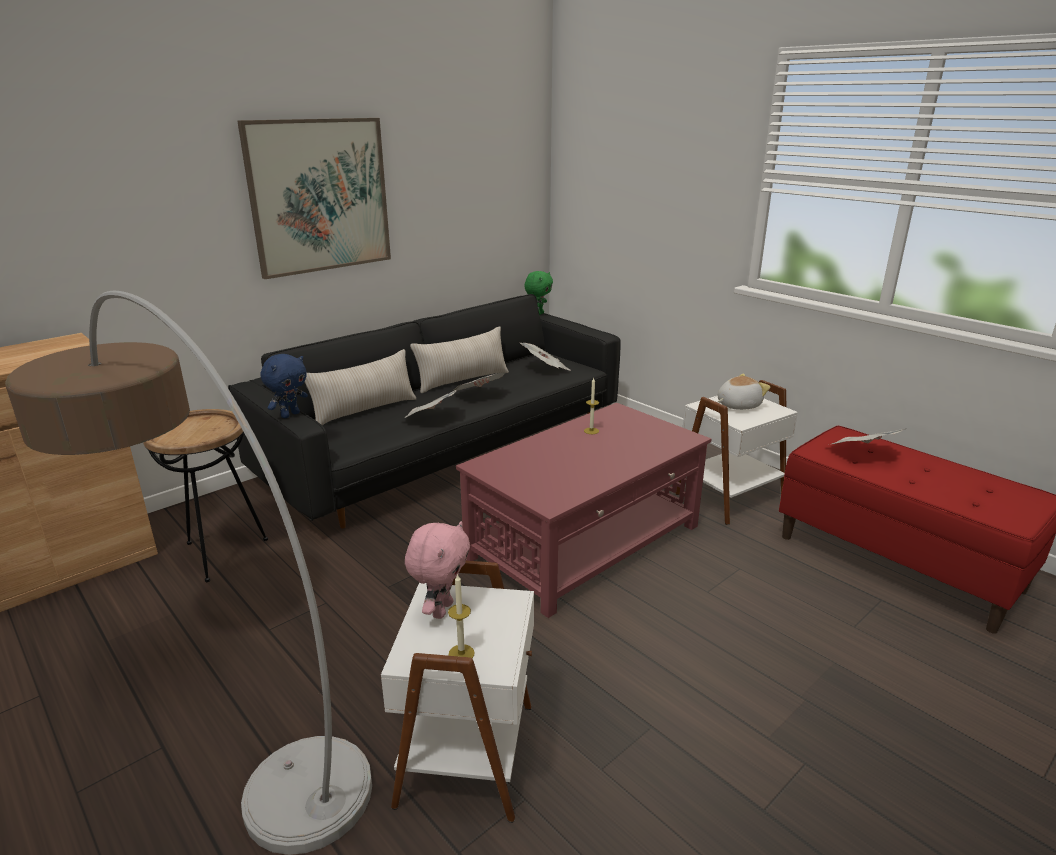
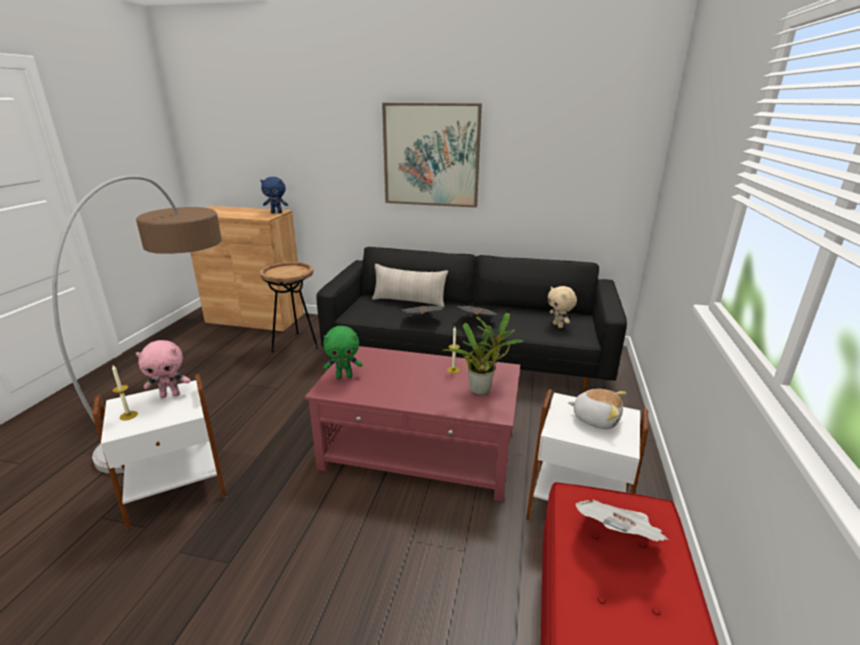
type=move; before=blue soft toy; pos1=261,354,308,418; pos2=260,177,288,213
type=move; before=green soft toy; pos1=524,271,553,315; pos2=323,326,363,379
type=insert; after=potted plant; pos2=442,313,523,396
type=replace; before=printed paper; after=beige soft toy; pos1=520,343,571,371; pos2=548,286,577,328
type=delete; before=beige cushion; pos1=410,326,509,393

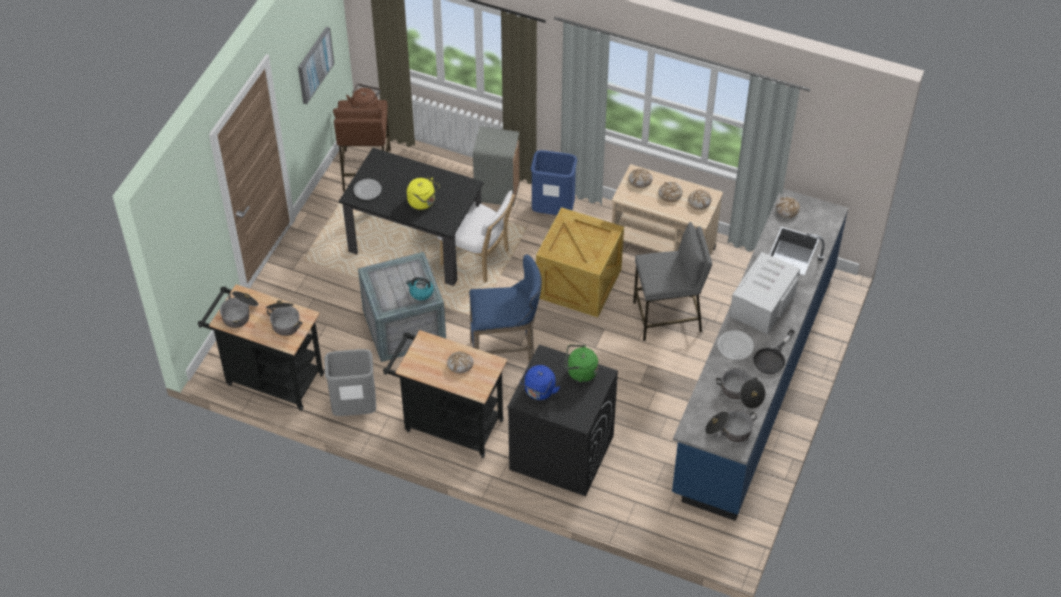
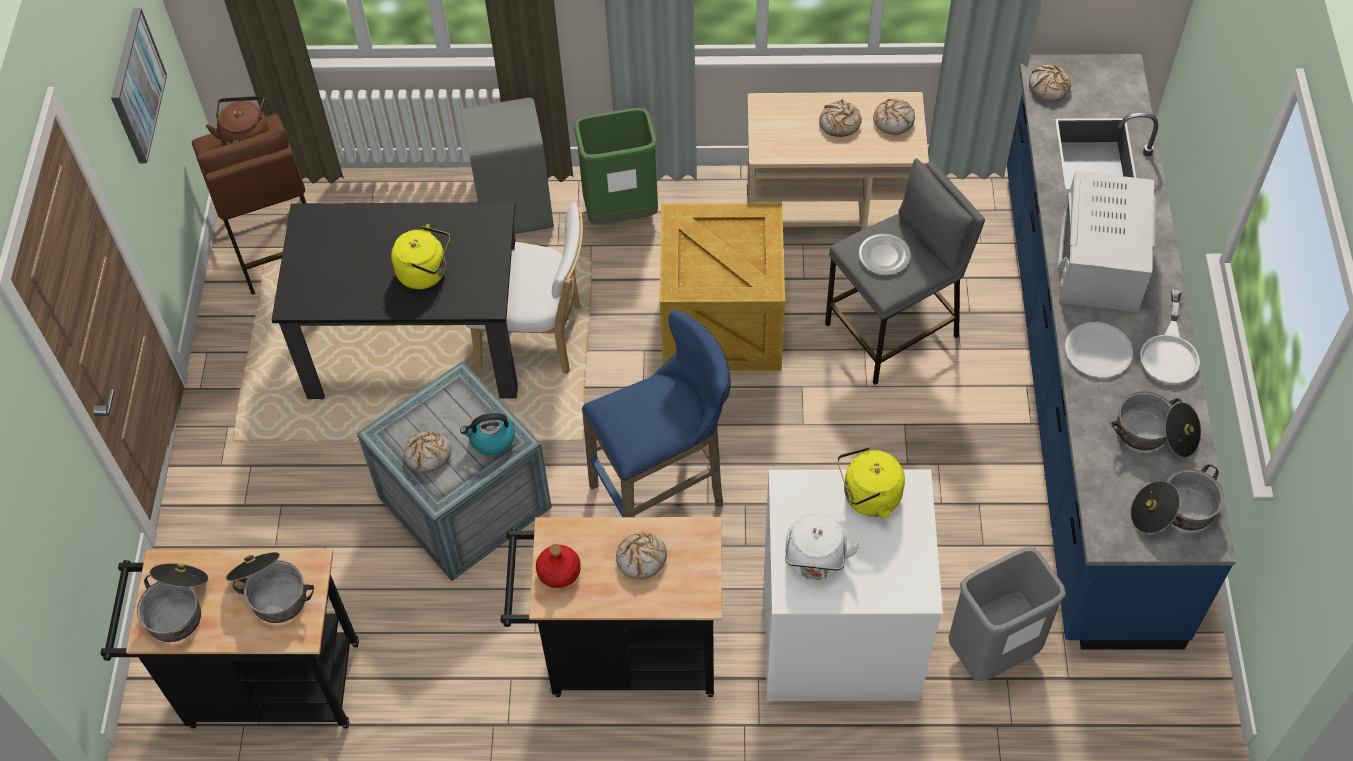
type=move; before=bread; pos1=628,168,653,188; pos2=404,431,451,473
type=insert; after=red drink bottle; pos2=536,544,581,588
type=recolor; before=blue waste bin; after=green waste bin; pos1=531,150,577,215; pos2=574,108,658,225
type=recolor; before=black-coloured laundry appliance; after=whitish laundry appliance; pos1=507,345,618,496; pos2=764,469,943,701
type=recolor; before=blue tea kettle; after=whitish tea kettle; pos1=520,365,560,400; pos2=785,513,861,580
type=recolor; before=green tea kettle; after=yellowish tea kettle; pos1=564,345,598,382; pos2=837,447,905,518
type=move; before=plate; pos1=354,179,381,200; pos2=858,234,911,275
type=move; before=grey waste bin; pos1=324,349,376,416; pos2=948,547,1066,681
type=recolor; before=black-coloured skillet; after=whitish skillet; pos1=753,329,795,374; pos2=1140,290,1200,384

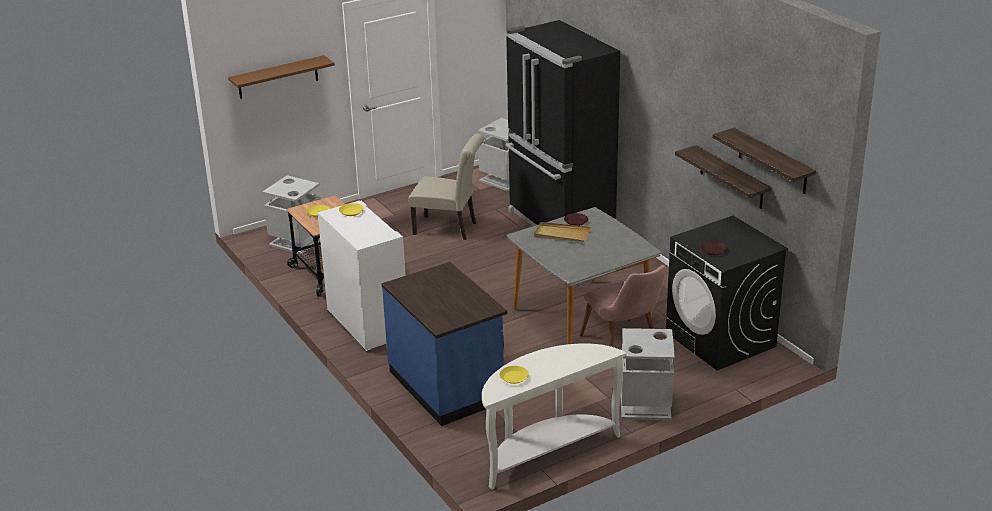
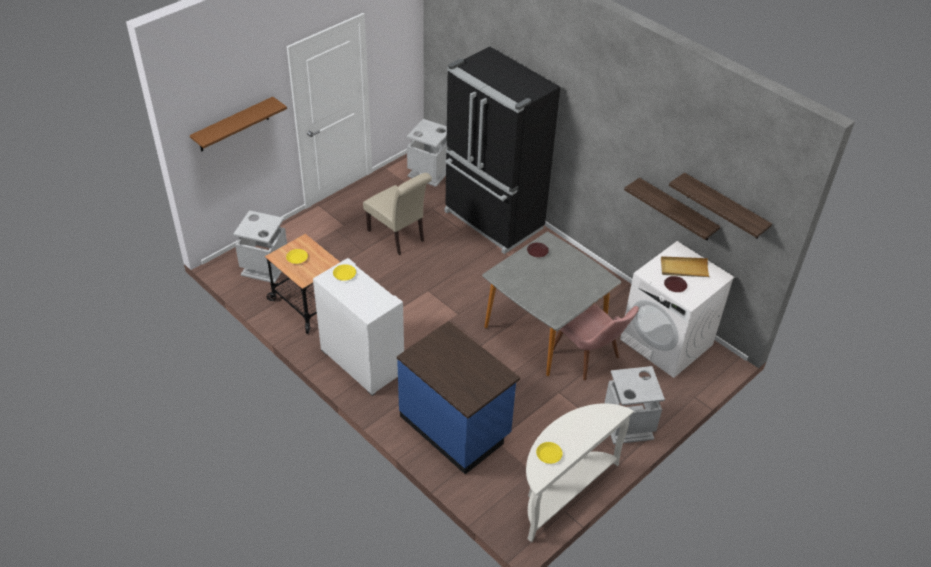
type=rotate; before=beige plain chair; pos1=408,134,484,240; pos2=363,173,432,255; turn=45
type=recolor; before=black-coloured laundry appliance; after=whitish laundry appliance; pos1=666,216,788,371; pos2=620,241,735,378
type=move; before=beige serving tray; pos1=534,222,591,242; pos2=661,256,710,277

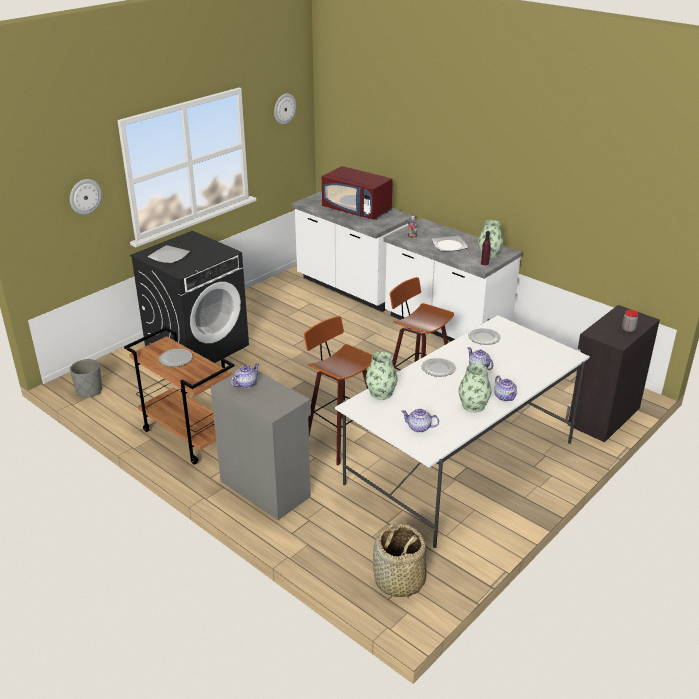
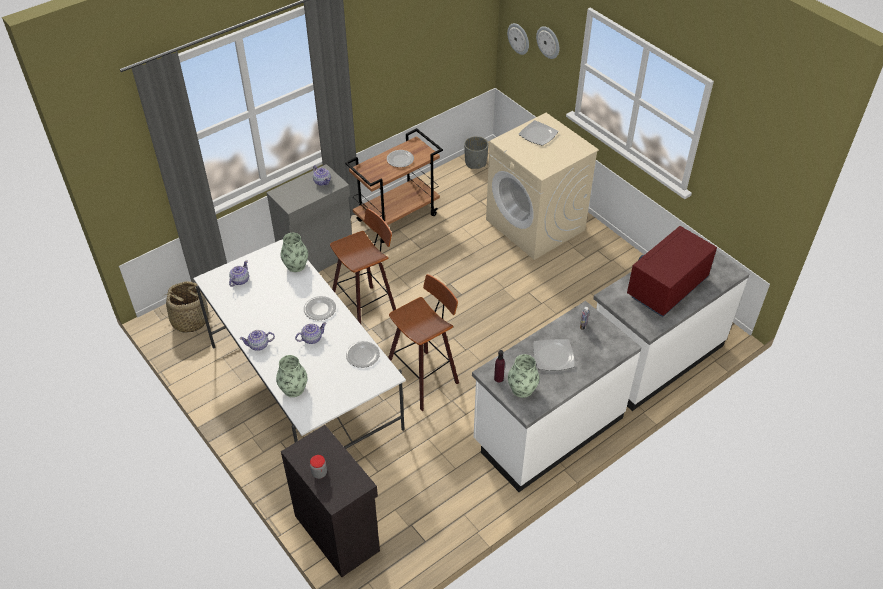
type=move; before=vase; pos1=459,364,491,412; pos2=276,355,307,397
type=recolor; before=black-coloured laundry appliance; after=beige laundry appliance; pos1=130,231,249,363; pos2=486,113,599,260
type=move; before=clock on the wall; pos1=274,94,296,125; pos2=507,23,529,55

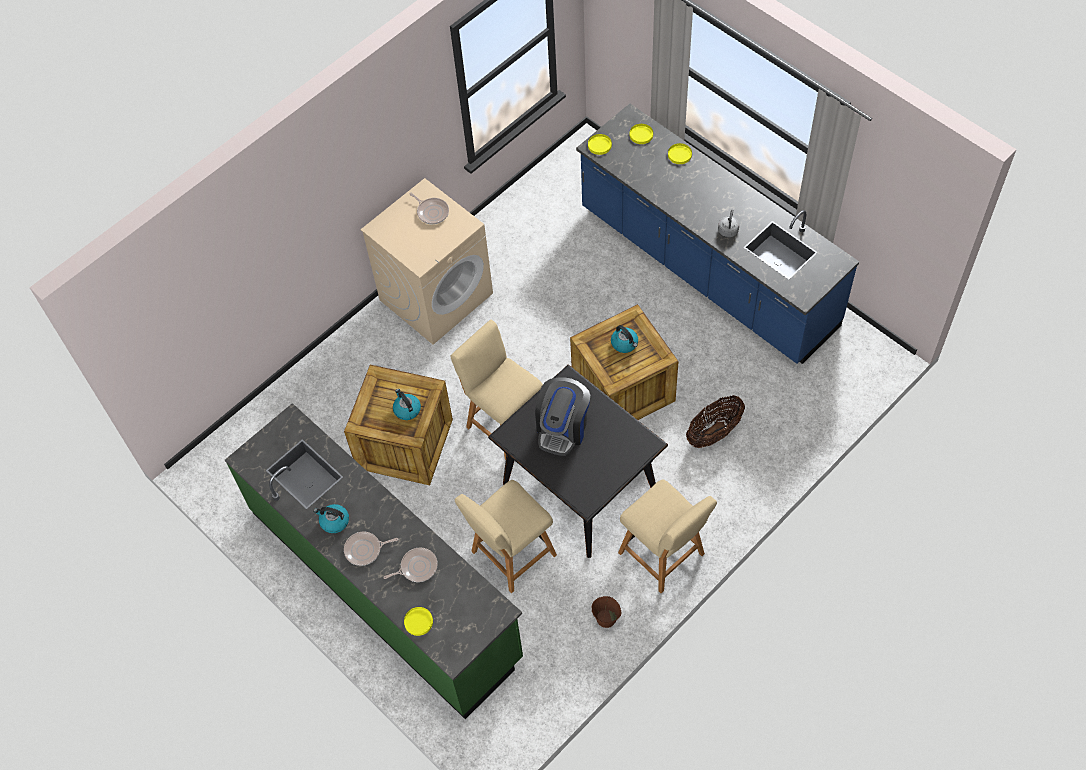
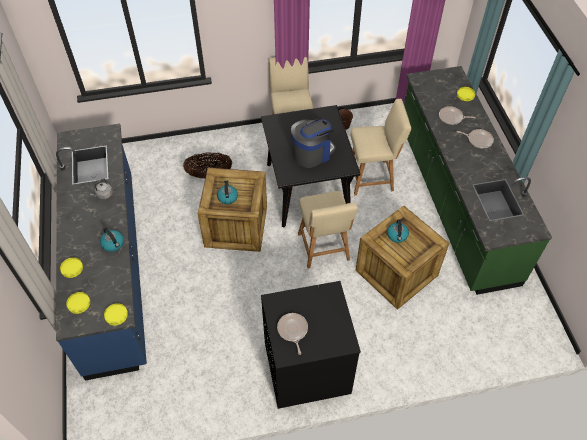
type=move; before=tea kettle; pos1=313,504,349,533; pos2=100,228,124,252
type=recolor; before=beige laundry appliance; after=black-coloured laundry appliance; pos1=360,178,493,345; pos2=261,281,361,409

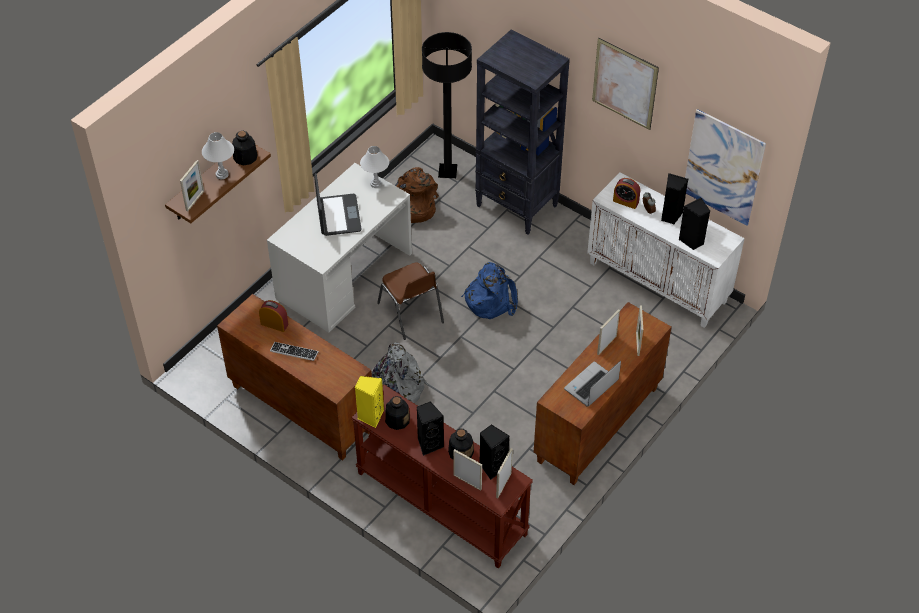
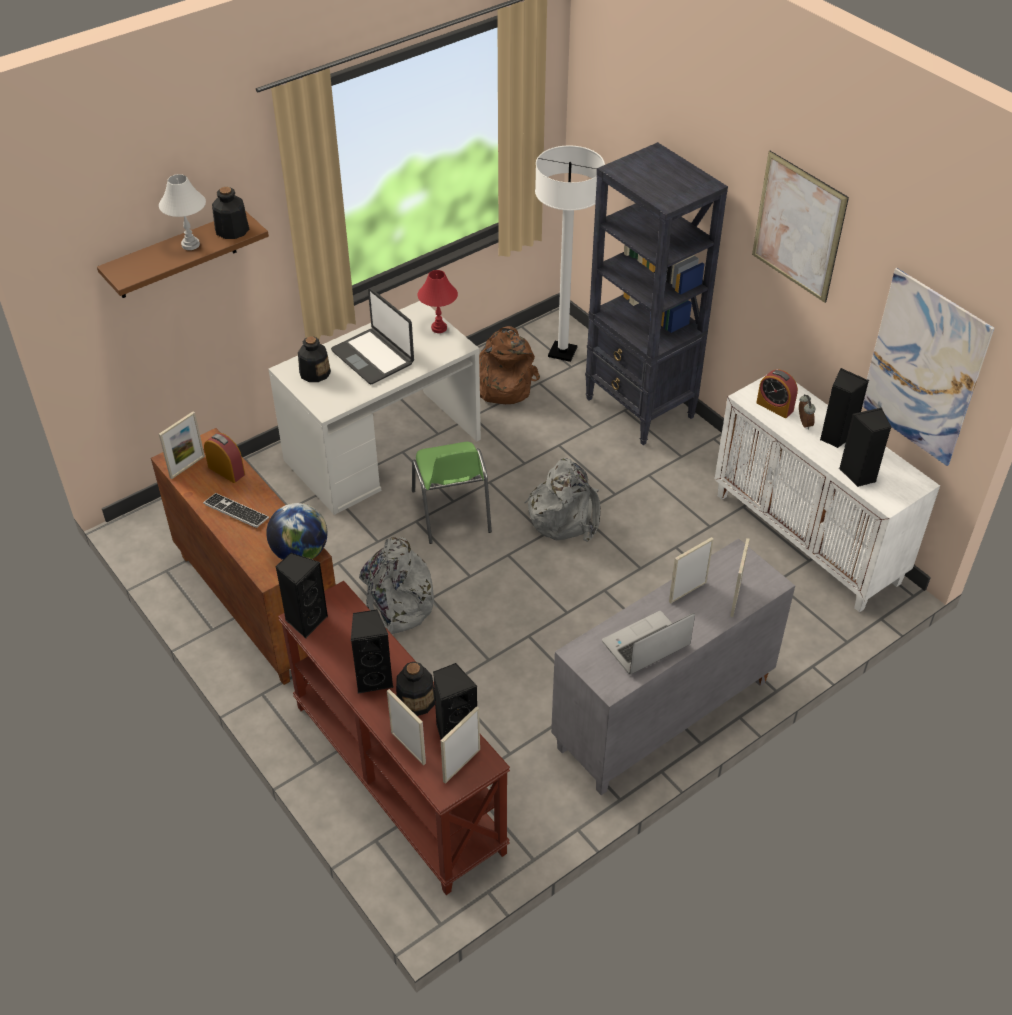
type=move; before=picture frame; pos1=180,160,204,212; pos2=159,411,205,479
type=insert; after=globe; pos2=266,503,328,560
type=recolor; before=yellowish audio speaker; after=black-coloured audio speaker; pos1=355,376,384,428; pos2=275,553,328,638
type=move; before=drink bottle; pos1=385,396,410,430; pos2=298,337,331,382
type=rotate; before=laptop; pos1=314,173,362,236; pos2=331,288,414,384; turn=135
type=recolor; before=brown plain chair; after=green plain chair; pos1=377,262,444,340; pos2=412,442,492,544
type=recolor; before=whitish lamp for a table; after=red lamp for a table; pos1=360,146,389,188; pos2=417,270,458,333
type=recolor; before=blue knapsack; after=grey knapsack; pos1=461,262,518,319; pos2=524,458,600,542
type=recolor; before=black-coloured standard lamp; after=whitish standard lamp; pos1=422,32,472,178; pos2=535,145,605,362
type=recolor; before=brown storage cabinet; after=grey storage cabinet; pos1=534,302,672,485; pos2=551,538,795,795

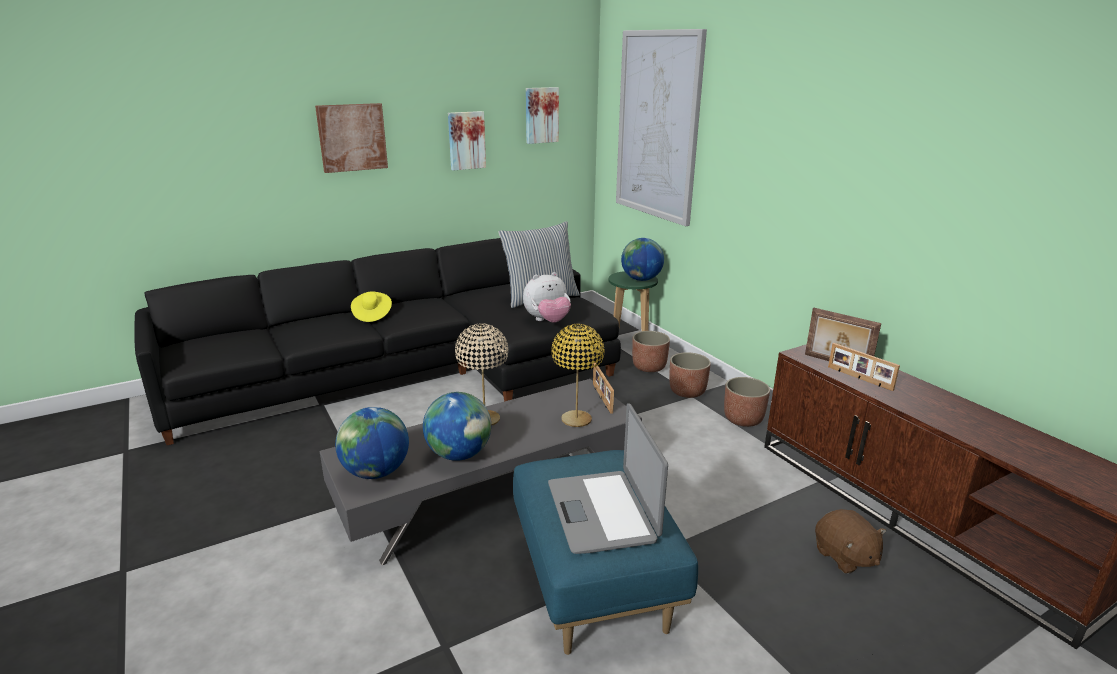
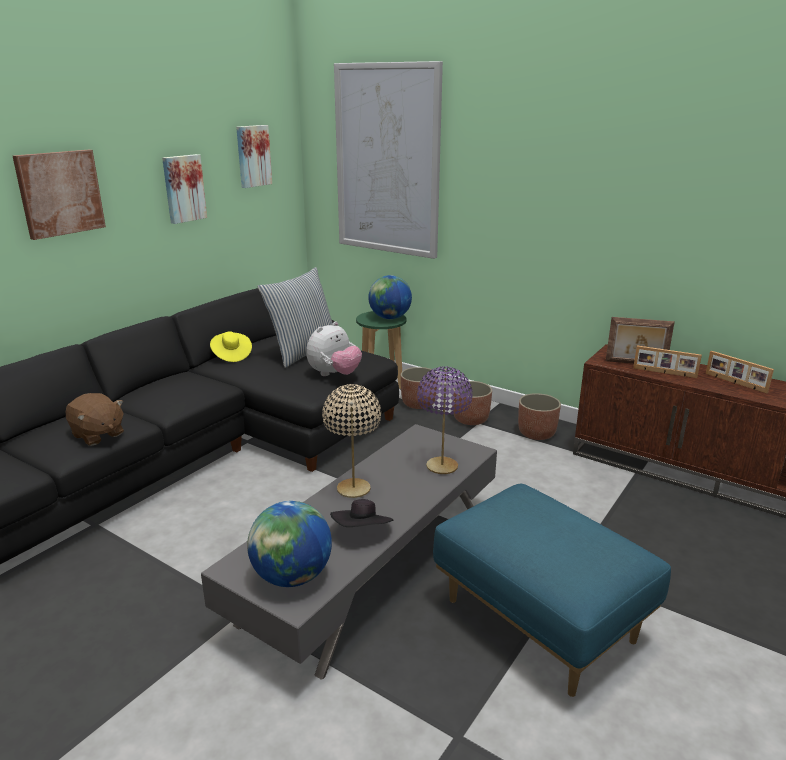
type=move; before=brown soft toy; pos1=815,509,886,574; pos2=66,393,124,446
type=move; before=yellowish wearable hat; pos1=351,291,392,322; pos2=210,331,252,362
type=replace; before=globe; after=black-coloured wearable hat; pos1=423,392,491,461; pos2=330,499,394,527
type=recolor; before=yellowish lamp for a table; after=purple lamp for a table; pos1=551,324,604,427; pos2=417,366,473,474
type=move; before=picture frame; pos1=593,363,614,414; pos2=706,351,774,394
type=delete; before=laptop; pos1=548,403,668,554

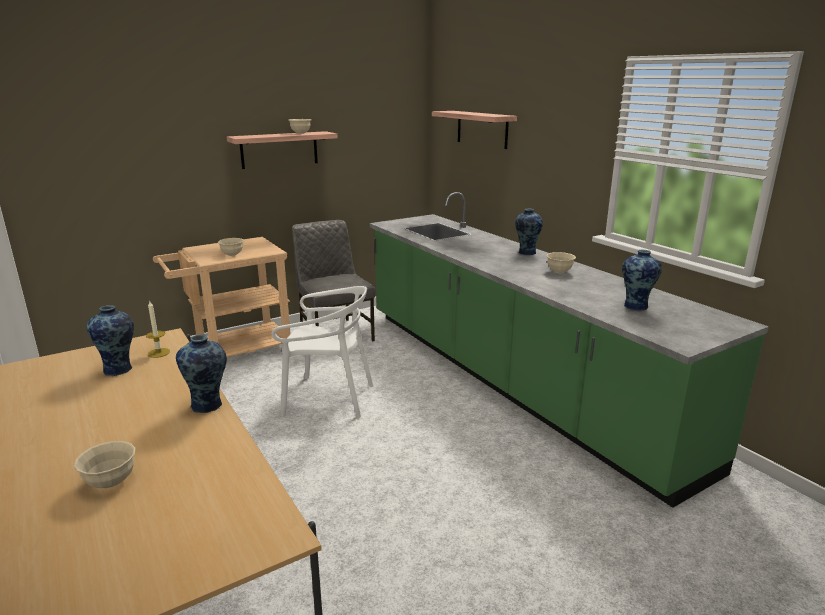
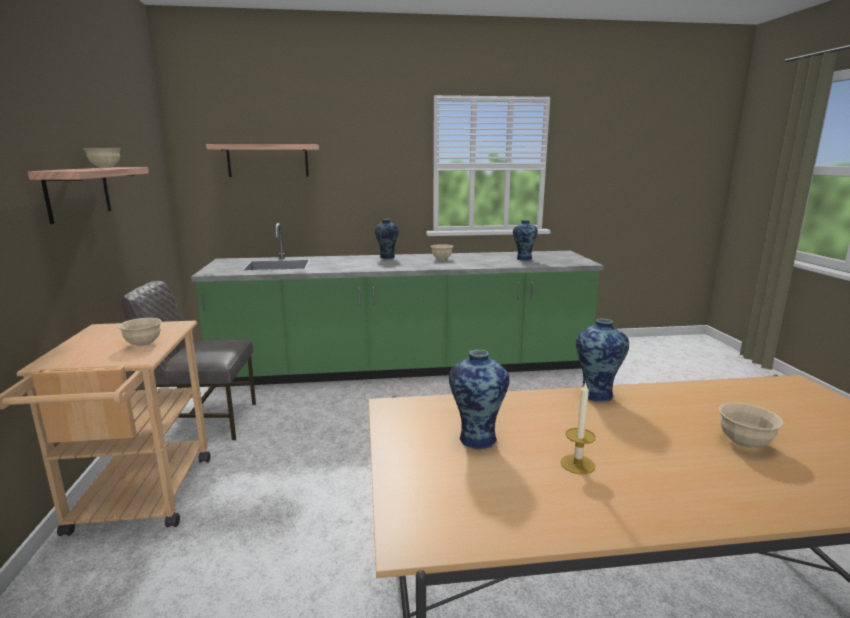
type=move; before=wax candle; pos1=146,300,170,358; pos2=560,382,596,474
type=delete; before=whitish plain chair; pos1=271,286,373,418

